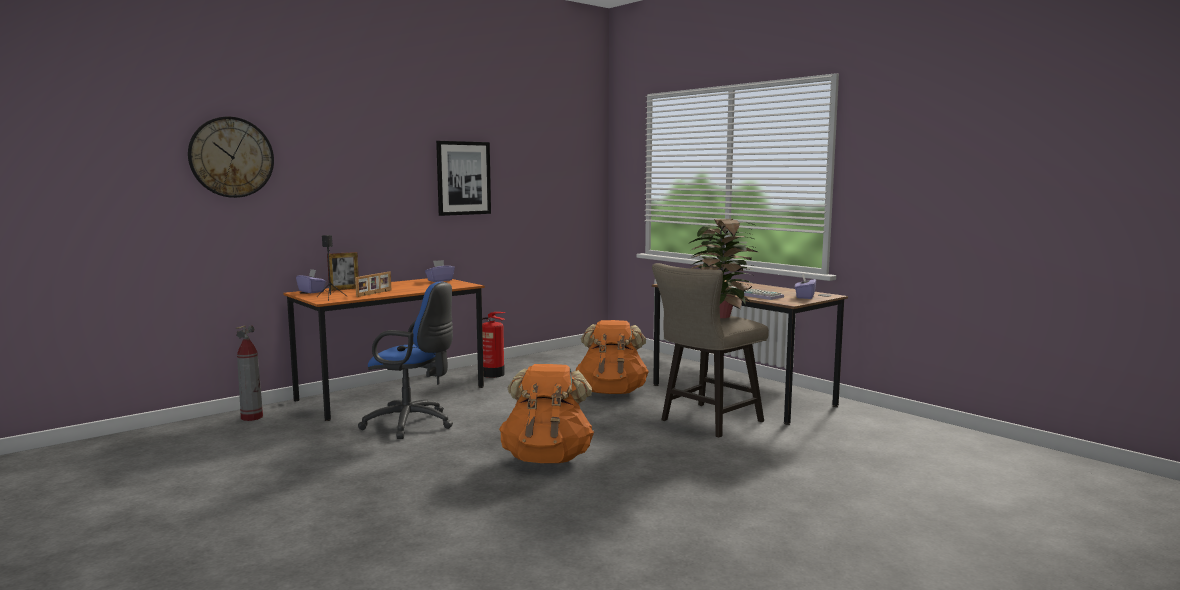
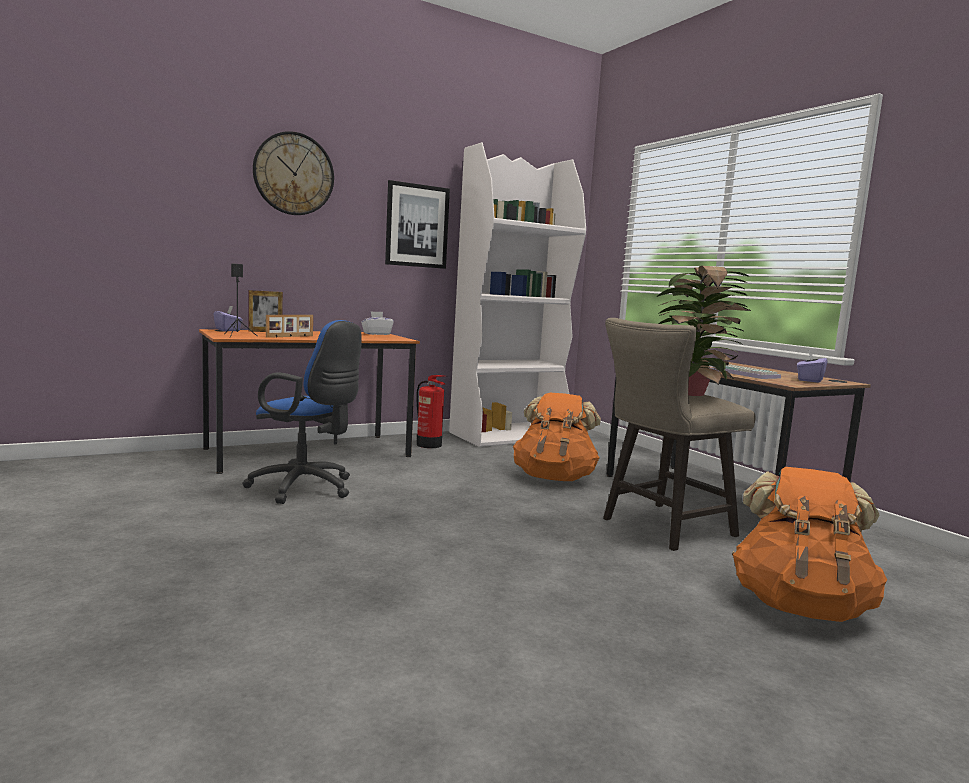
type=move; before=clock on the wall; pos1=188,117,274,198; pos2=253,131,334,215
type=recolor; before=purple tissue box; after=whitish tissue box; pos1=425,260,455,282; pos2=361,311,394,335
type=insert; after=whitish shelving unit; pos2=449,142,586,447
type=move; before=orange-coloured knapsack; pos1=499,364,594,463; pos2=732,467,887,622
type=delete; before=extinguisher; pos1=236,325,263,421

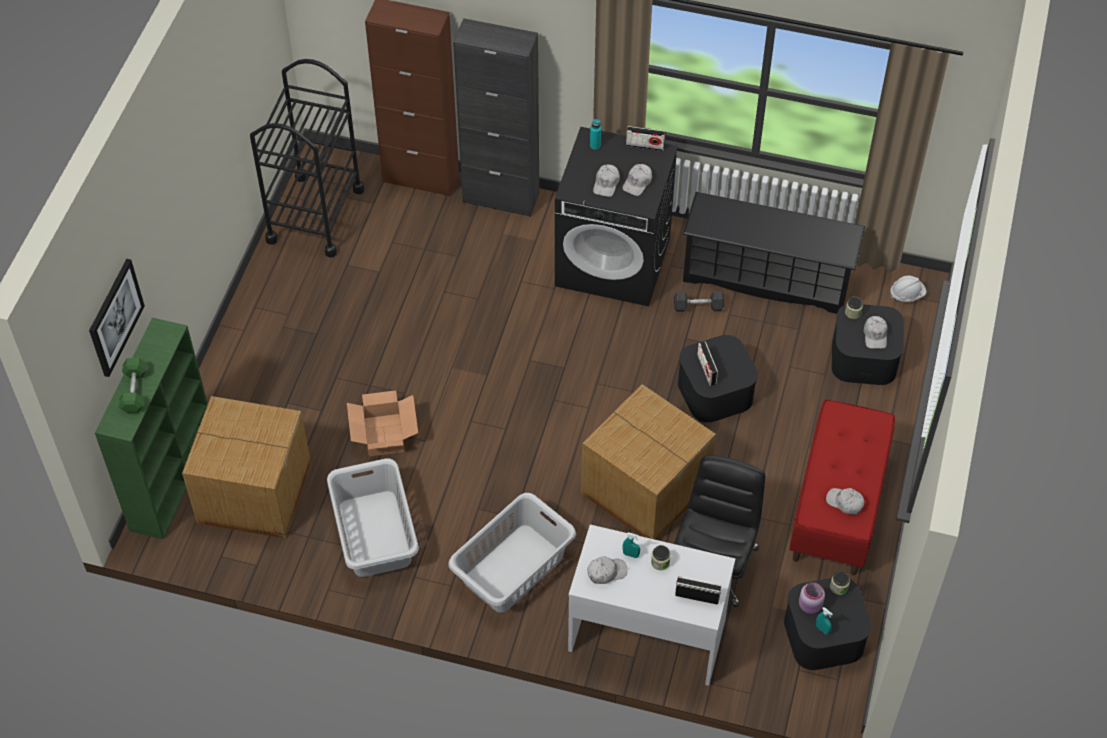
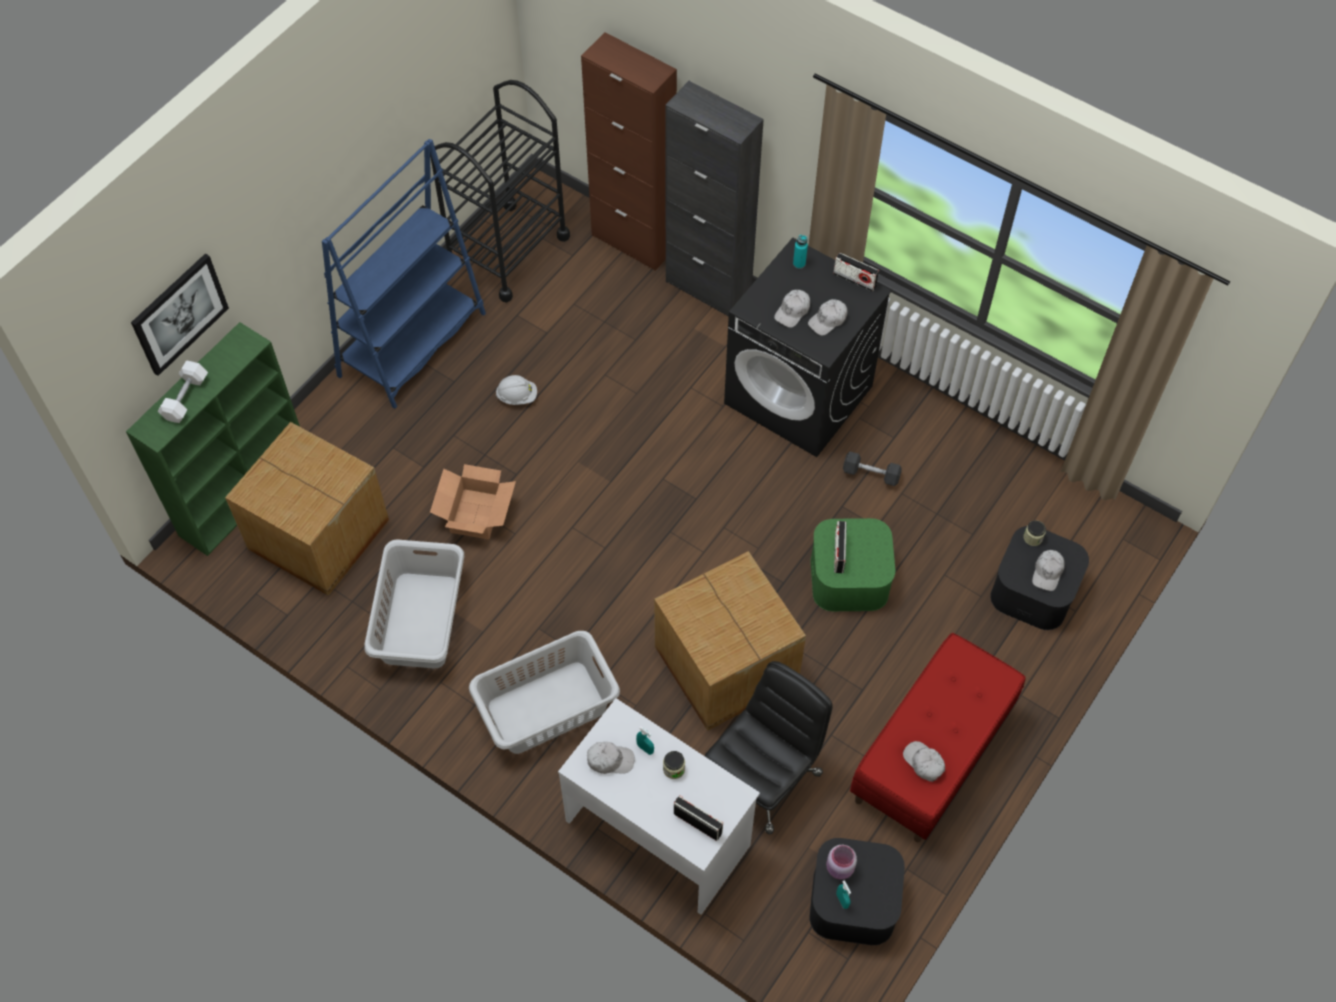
type=recolor; before=green free weight; after=whitish free weight; pos1=118,358,147,413; pos2=158,360,208,423
type=insert; after=blue shelving unit; pos2=322,139,486,409
type=move; before=whitish work helmet; pos1=890,275,926,302; pos2=496,375,537,405
type=recolor; before=black-coloured storage bin; after=green storage bin; pos1=678,335,758,423; pos2=811,518,895,611
type=delete; before=black-coloured shoe rack; pos1=683,192,865,314
type=delete; before=jar; pos1=830,571,850,595

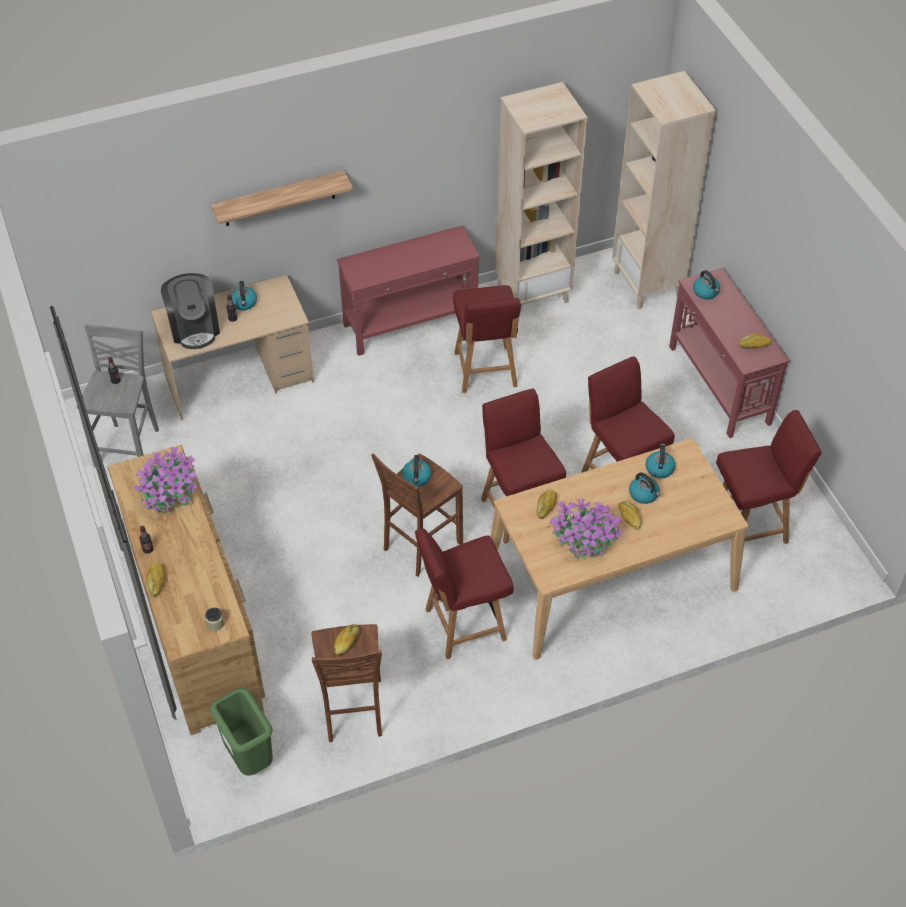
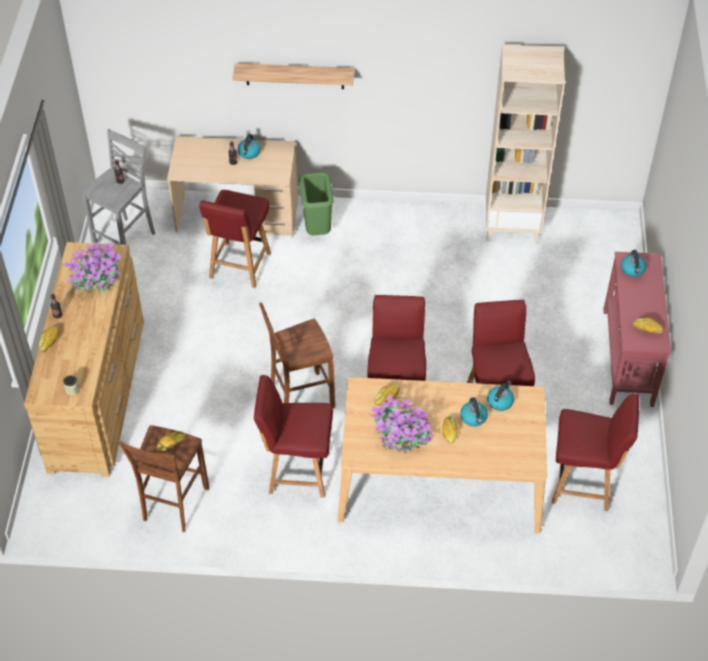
type=move; before=red plain chair; pos1=453,285,521,393; pos2=199,190,271,288
type=move; before=green waste bin; pos1=210,688,273,776; pos2=299,172,334,235
type=delete; before=coffee maker; pos1=161,273,220,349
type=delete; before=red narrow table; pos1=337,226,480,356
type=delete; before=tea kettle; pos1=402,455,432,487
type=delete; before=beige shelving unit; pos1=612,71,716,309

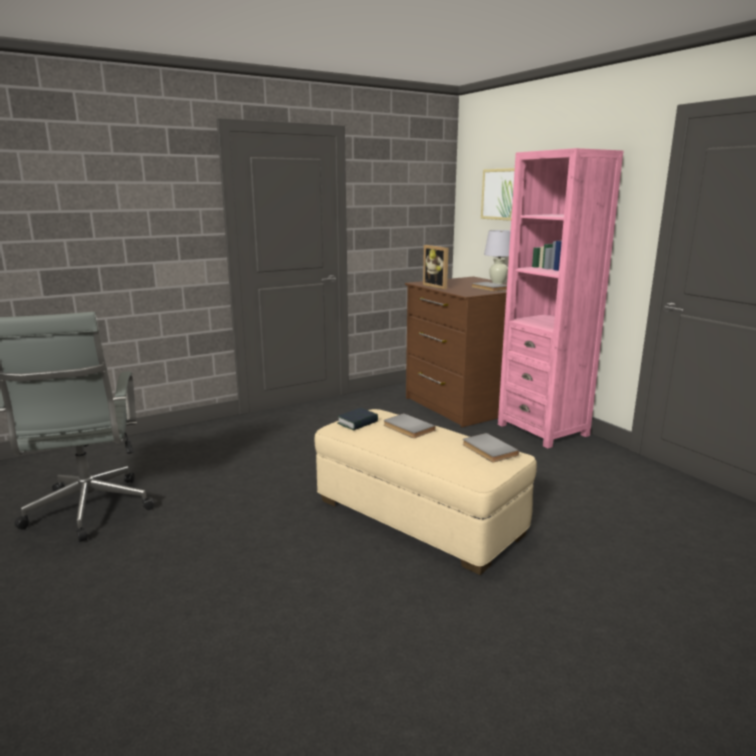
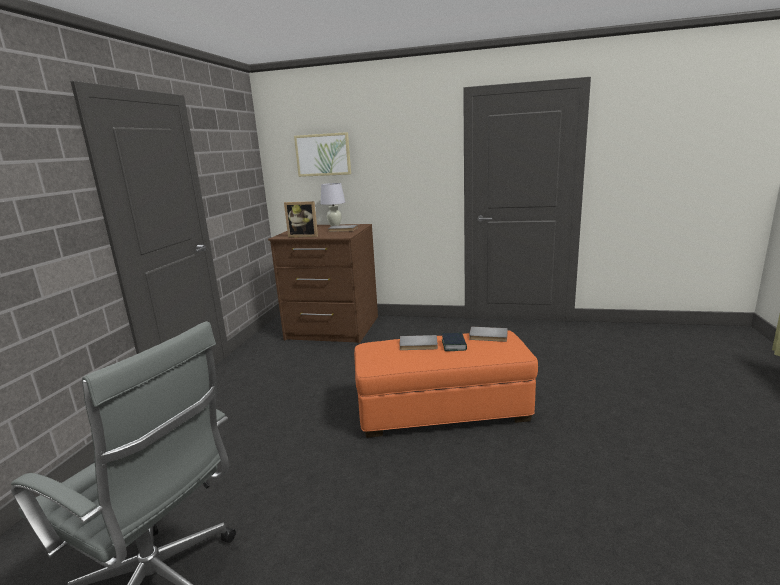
type=recolor; before=beige pouffe; after=orange-coloured pouffe; pos1=315,409,537,575; pos2=354,330,538,438
type=move; before=book; pos1=337,408,378,431; pos2=442,333,467,351
type=delete; before=pinkish shelving unit; pos1=498,148,623,448

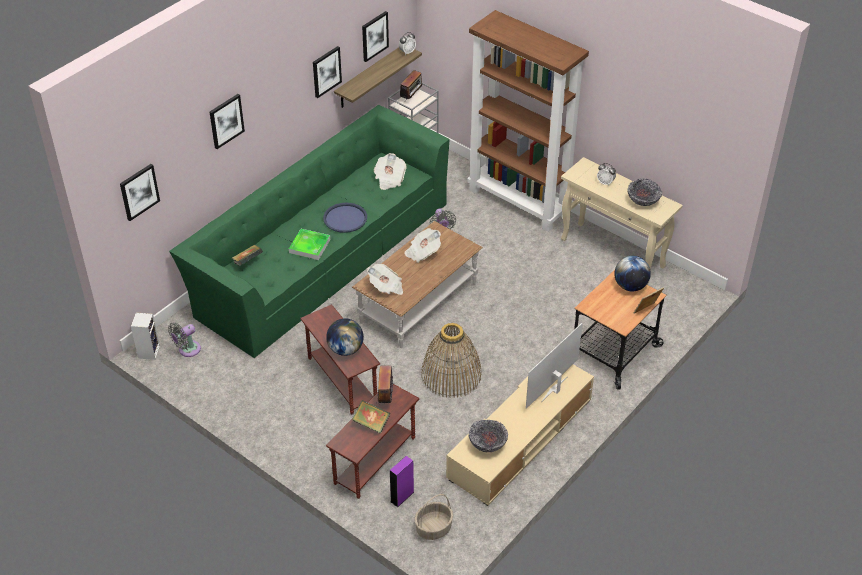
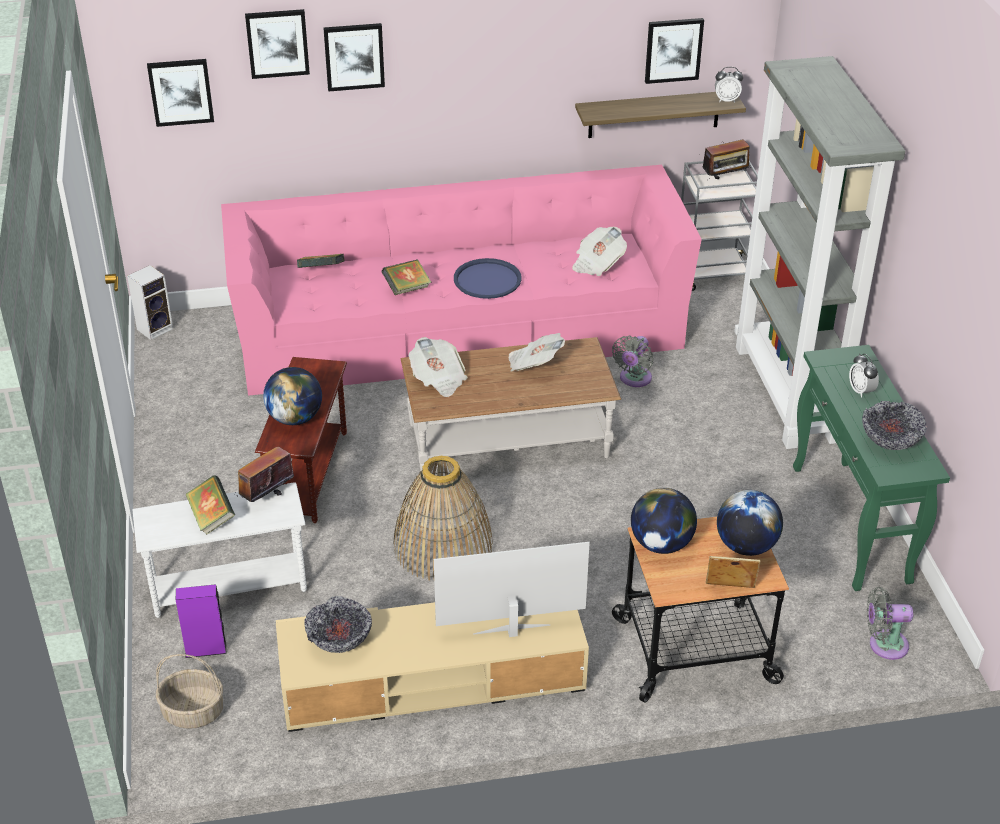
type=recolor; before=brown side table; after=whitish side table; pos1=326,384,419,499; pos2=132,482,307,618
type=recolor; before=green settee; after=pinkish settee; pos1=169,105,450,358; pos2=221,165,702,396
type=move; before=picture; pos1=313,46,342,98; pos2=245,9,310,79
type=replace; before=serving tray; after=book; pos1=289,229,330,260; pos2=381,259,431,295
type=insert; after=globe; pos2=631,488,697,554
type=recolor; before=brown shelving unit; after=grey shelving unit; pos1=467,10,589,232; pos2=734,56,905,449
type=recolor; before=beige narrow table; after=green narrow table; pos1=561,157,683,283; pos2=793,345,950,591
type=move; before=grey electric fan; pos1=168,322,201,357; pos2=867,587,913,660

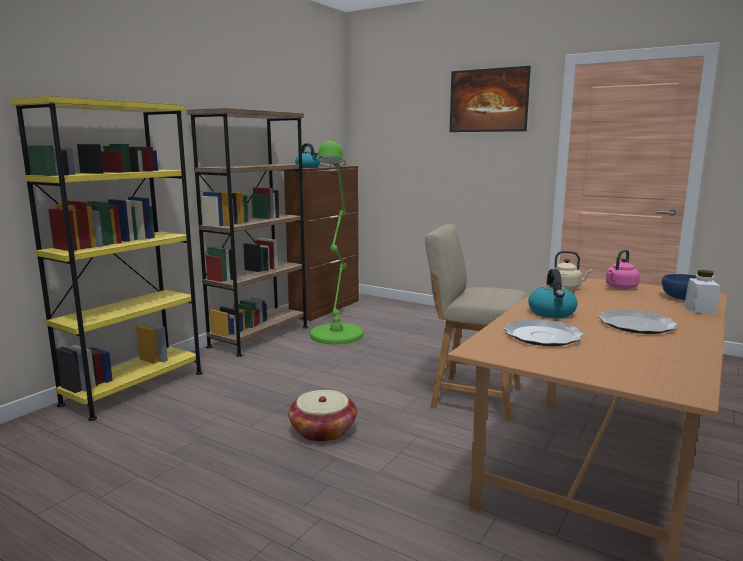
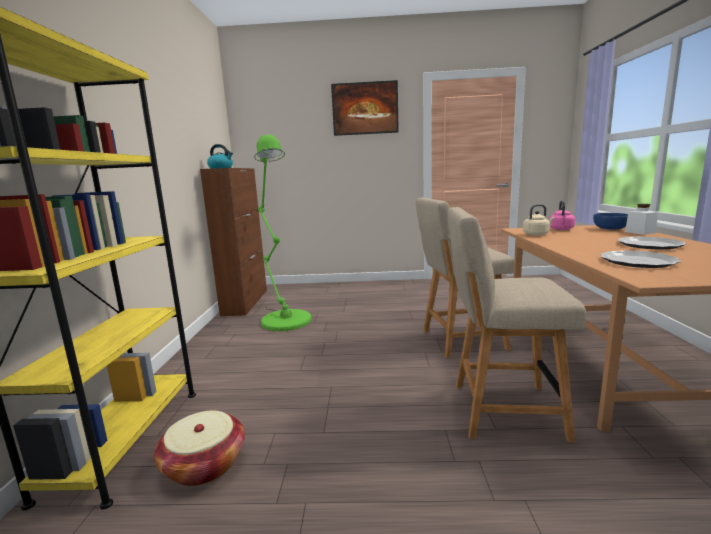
type=move; before=basket; pos1=288,390,357,442; pos2=154,410,245,486
type=insert; after=beige plain chair; pos2=448,207,586,443
type=delete; before=brown shelving unit; pos1=187,108,308,357
type=delete; before=tea kettle; pos1=528,269,578,318

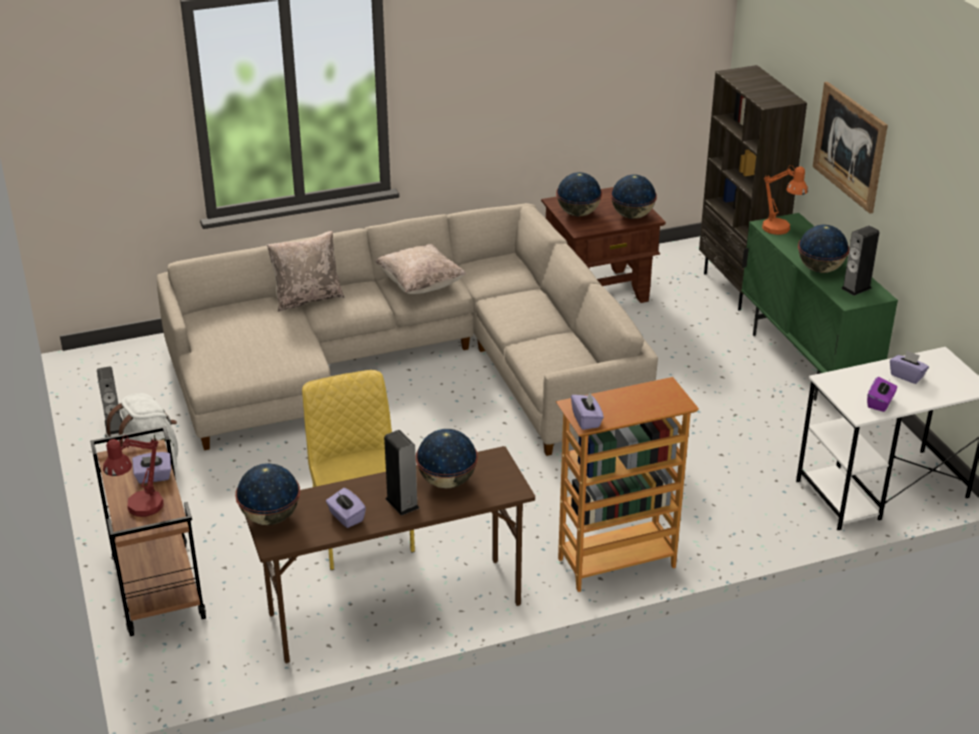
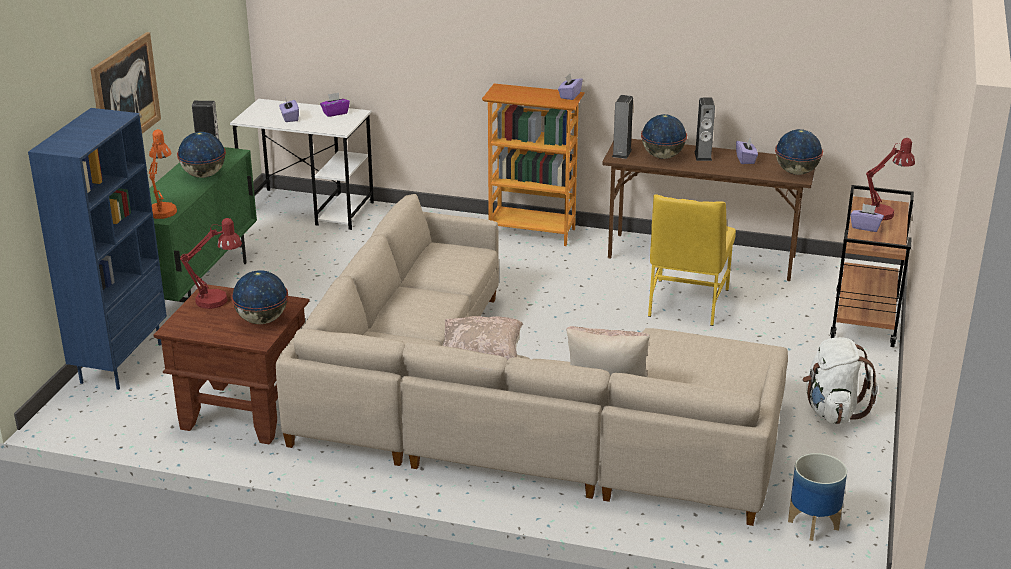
type=recolor; before=brown shelving unit; after=blue shelving unit; pos1=699,65,807,311; pos2=28,108,167,390
type=replace; before=globe; after=red lamp for a table; pos1=611,175,657,219; pos2=180,218,242,309
type=move; before=audio speaker; pos1=97,367,124,435; pos2=612,95,633,159
type=insert; after=plant pot; pos2=788,453,847,541

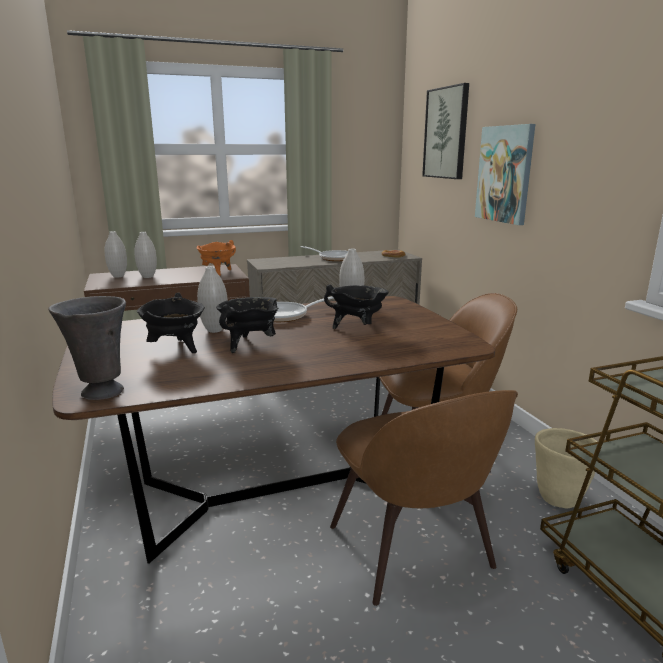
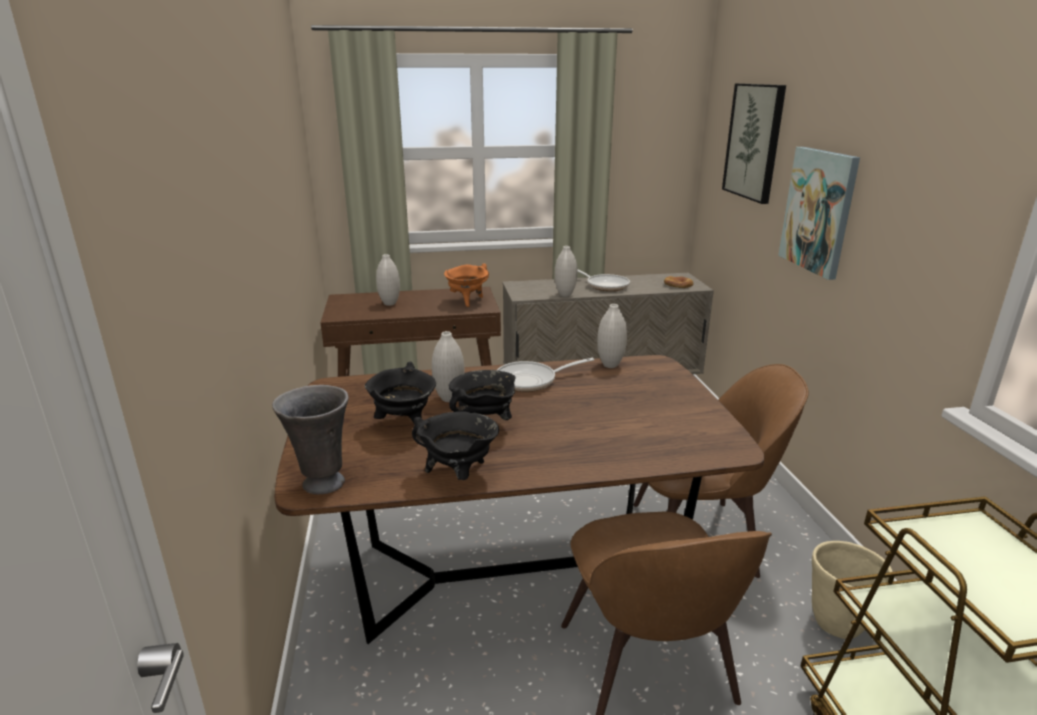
type=move; before=black-coloured cooking pot; pos1=324,285,389,329; pos2=412,411,499,480
type=move; before=whitish vase; pos1=104,231,127,277; pos2=555,246,577,297

